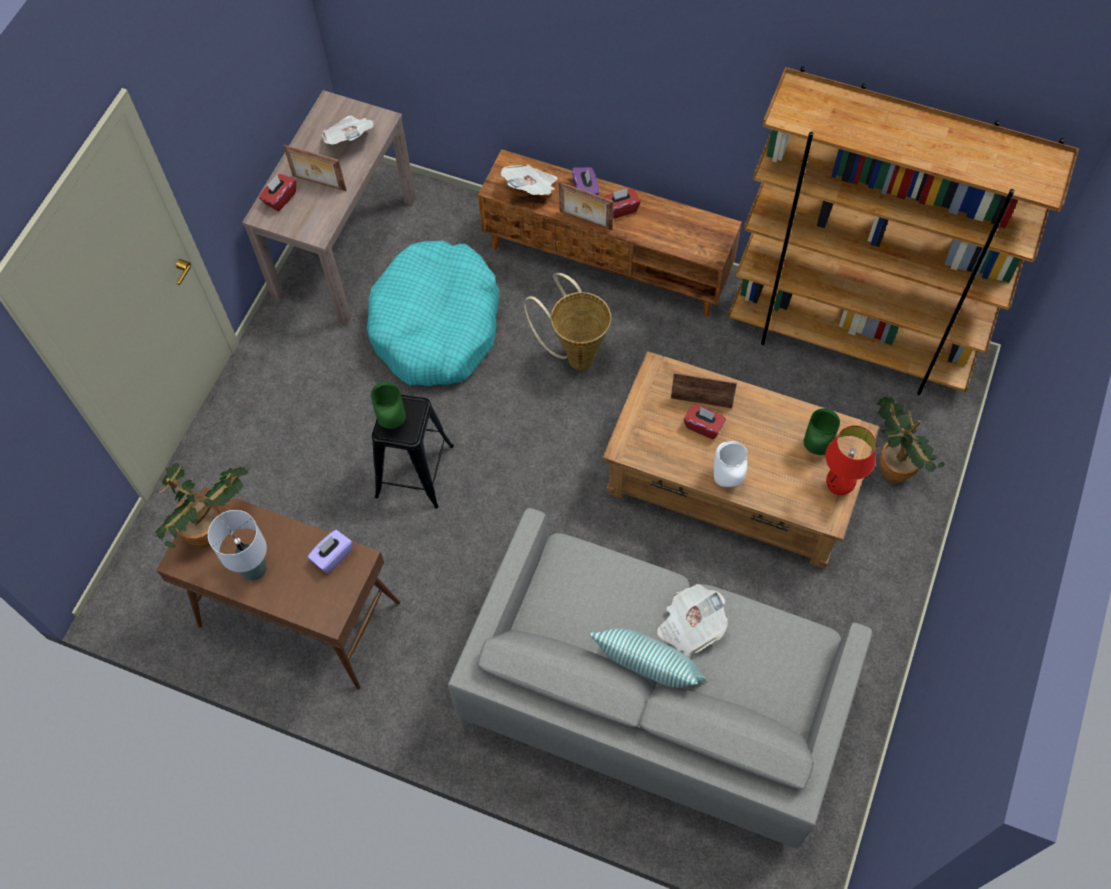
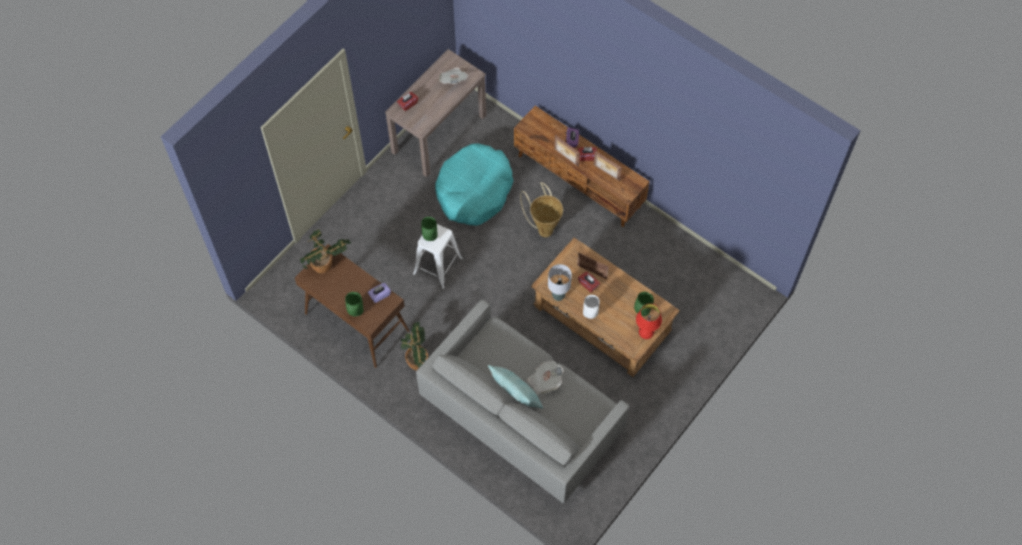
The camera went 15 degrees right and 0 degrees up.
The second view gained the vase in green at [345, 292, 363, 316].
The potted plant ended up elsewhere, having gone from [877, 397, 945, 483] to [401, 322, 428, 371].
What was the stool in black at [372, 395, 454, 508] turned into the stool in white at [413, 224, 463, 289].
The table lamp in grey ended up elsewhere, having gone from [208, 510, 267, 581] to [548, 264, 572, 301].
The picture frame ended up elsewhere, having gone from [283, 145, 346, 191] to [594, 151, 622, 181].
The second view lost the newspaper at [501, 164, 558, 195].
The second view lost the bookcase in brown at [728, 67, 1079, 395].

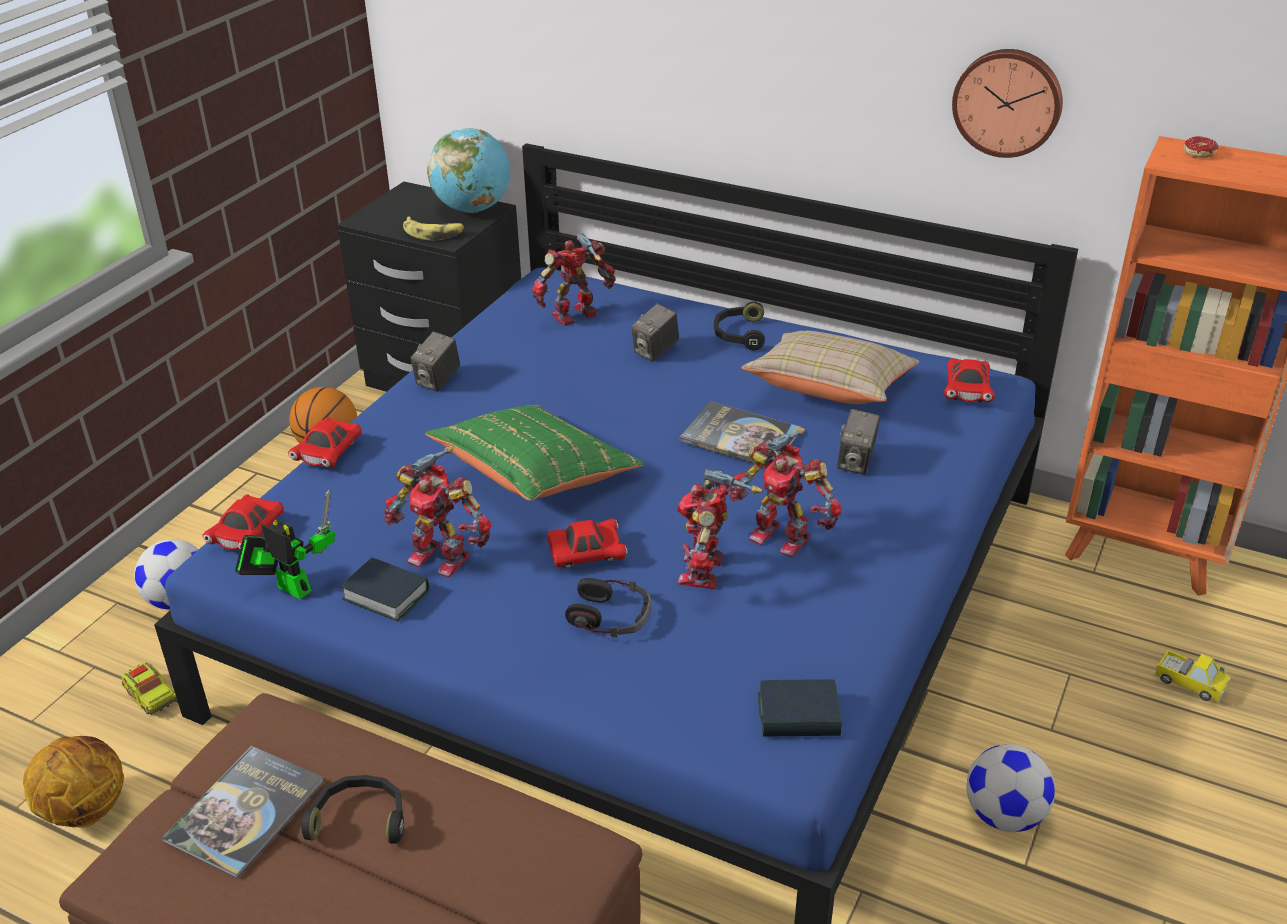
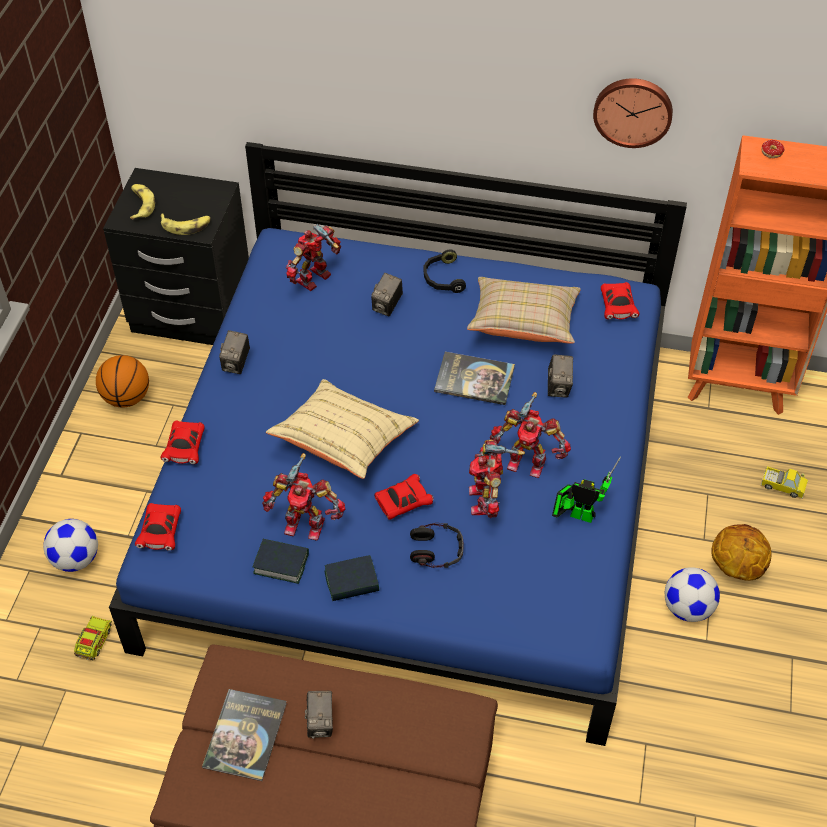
The camera went 15 degrees left and 15 degrees up.
The toy truck at [121, 662, 177, 715] ended up facing another way, 105 degrees counterclockwise from before.
The second view gained the banana at [130, 184, 155, 220].
What was the pillow in green at [425, 405, 644, 501] turned into the pillow in beige at [266, 379, 419, 479].
Where the headphones in black stood at [302, 775, 404, 844], the photo camera came to stand at [305, 691, 333, 739].
The book ended up elsewhere, having gone from [758, 679, 842, 737] to [324, 555, 379, 601].
The toy robot ended up elsewhere, having gone from [235, 490, 335, 599] to [552, 456, 621, 523].
The basketball ended up elsewhere, having gone from [23, 736, 124, 828] to [711, 524, 771, 581].
The second view lost the globe at [427, 128, 510, 213].

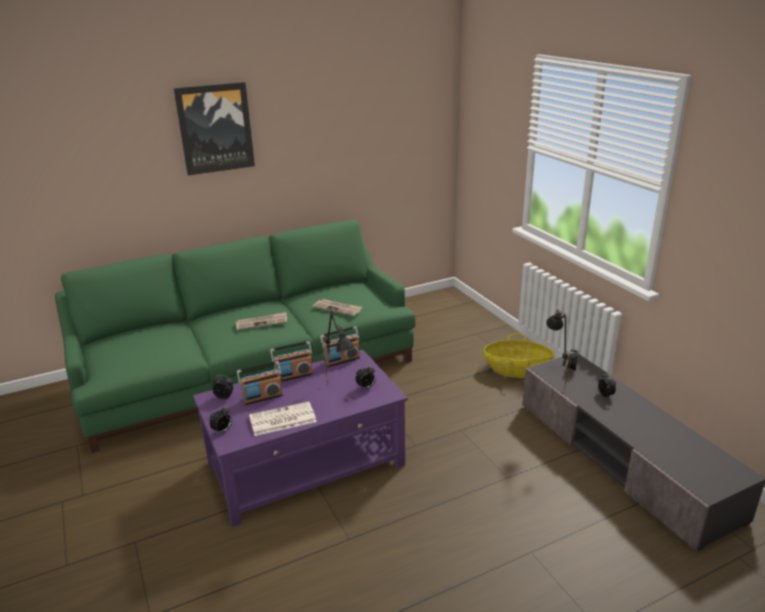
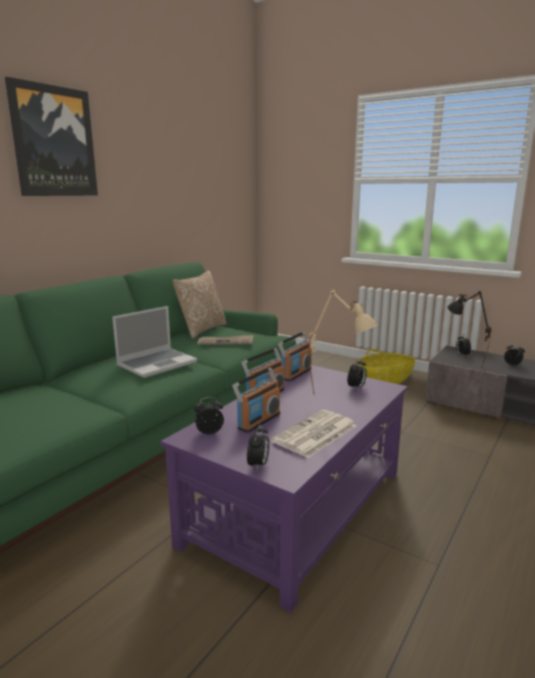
The camera went 30 degrees left and 10 degrees down.
Where the newspaper stood at [236, 312, 287, 330], the laptop came to stand at [112, 306, 197, 378].
The second view gained the pillow at [173, 270, 227, 339].
What was the table lamp in black at [322, 311, 355, 385] turned into the table lamp in beige at [309, 290, 378, 395].

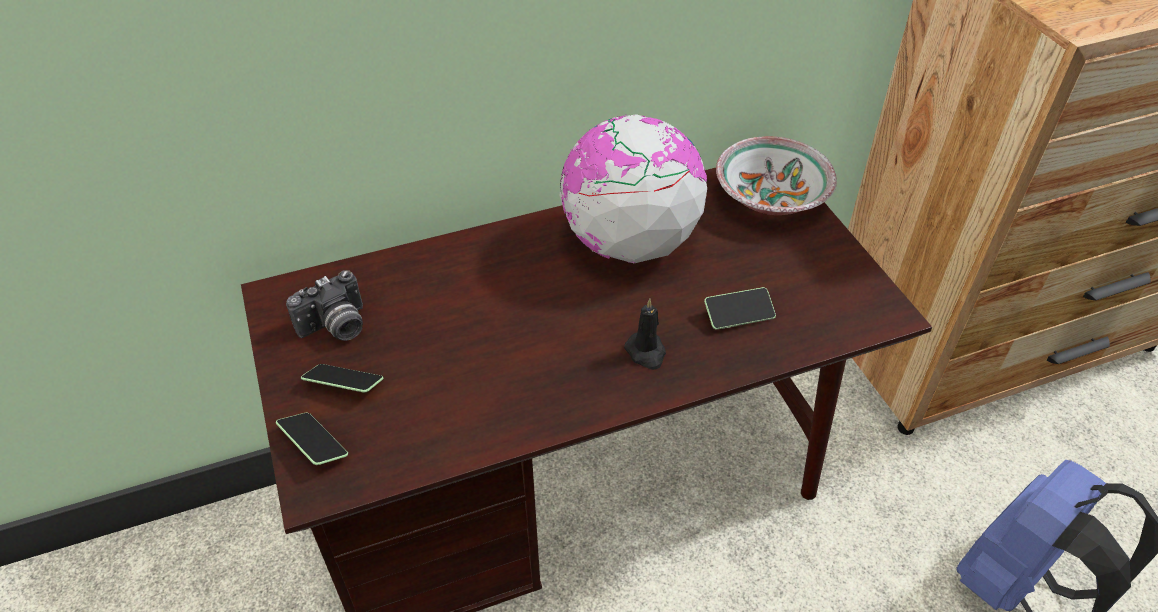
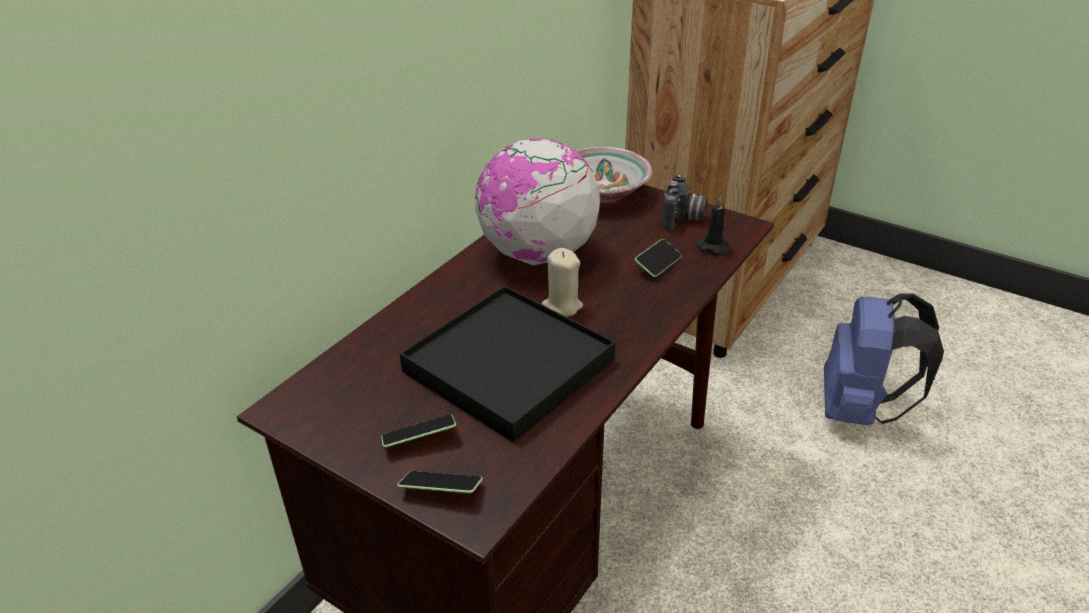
The camera went 35 degrees left and 10 degrees down.
The second view gained the tray in black at [399, 285, 616, 442].
The second view gained the candle in beige at [541, 248, 583, 317].
The photo camera ended up elsewhere, having gone from [286, 270, 363, 341] to [662, 174, 707, 231].
The candle in black ended up elsewhere, having gone from [624, 298, 666, 370] to [697, 196, 732, 255].

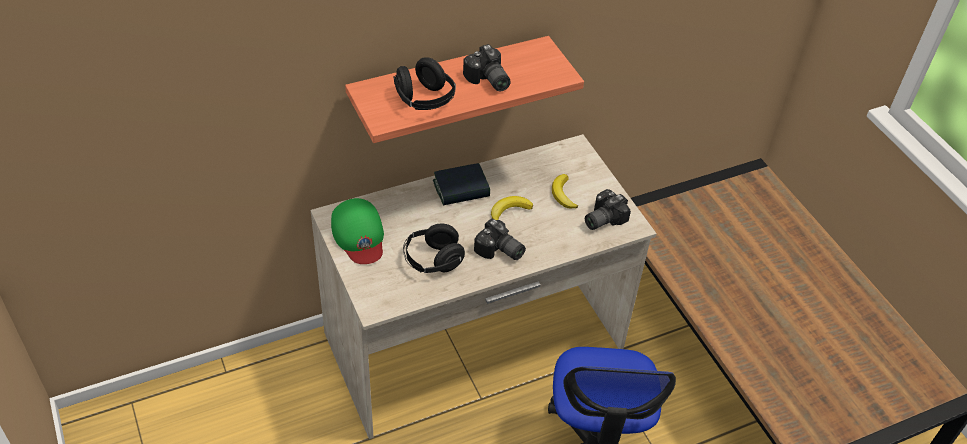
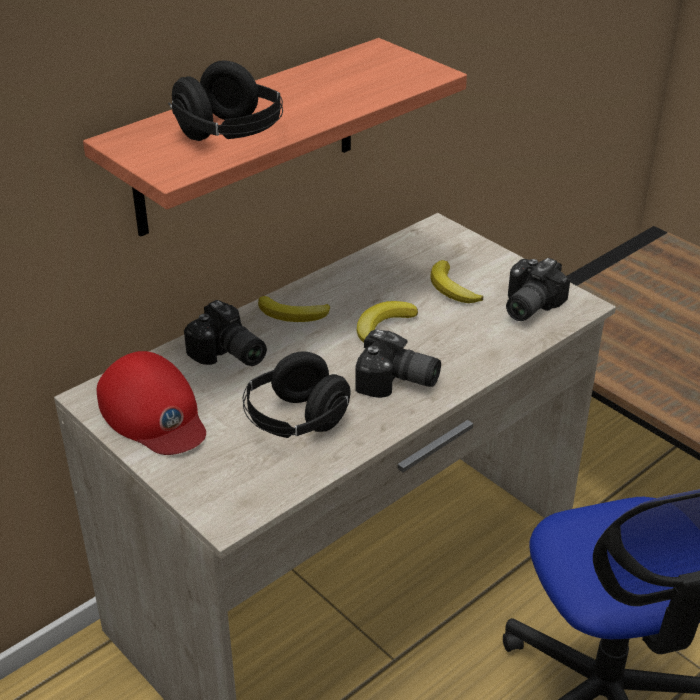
The camera went 15 degrees left and 10 degrees down.
What was the cap in green at [331, 198, 384, 264] turned into the cap in red at [97, 351, 206, 455].
The photo camera ended up elsewhere, having gone from [463, 44, 511, 91] to [184, 300, 267, 366].
Where the book stood at [433, 163, 490, 205], the banana came to stand at [258, 296, 330, 322].

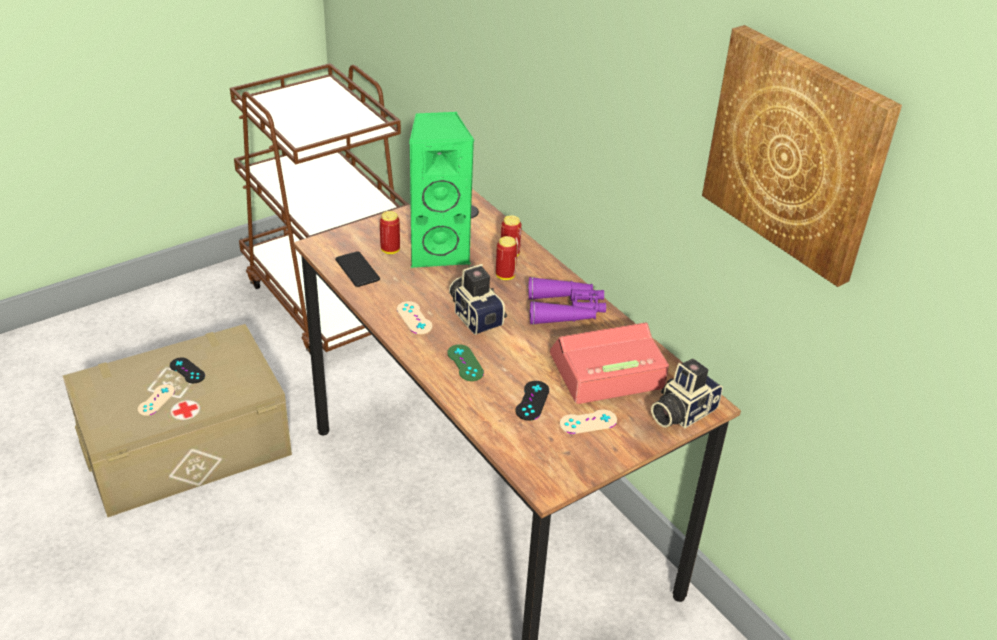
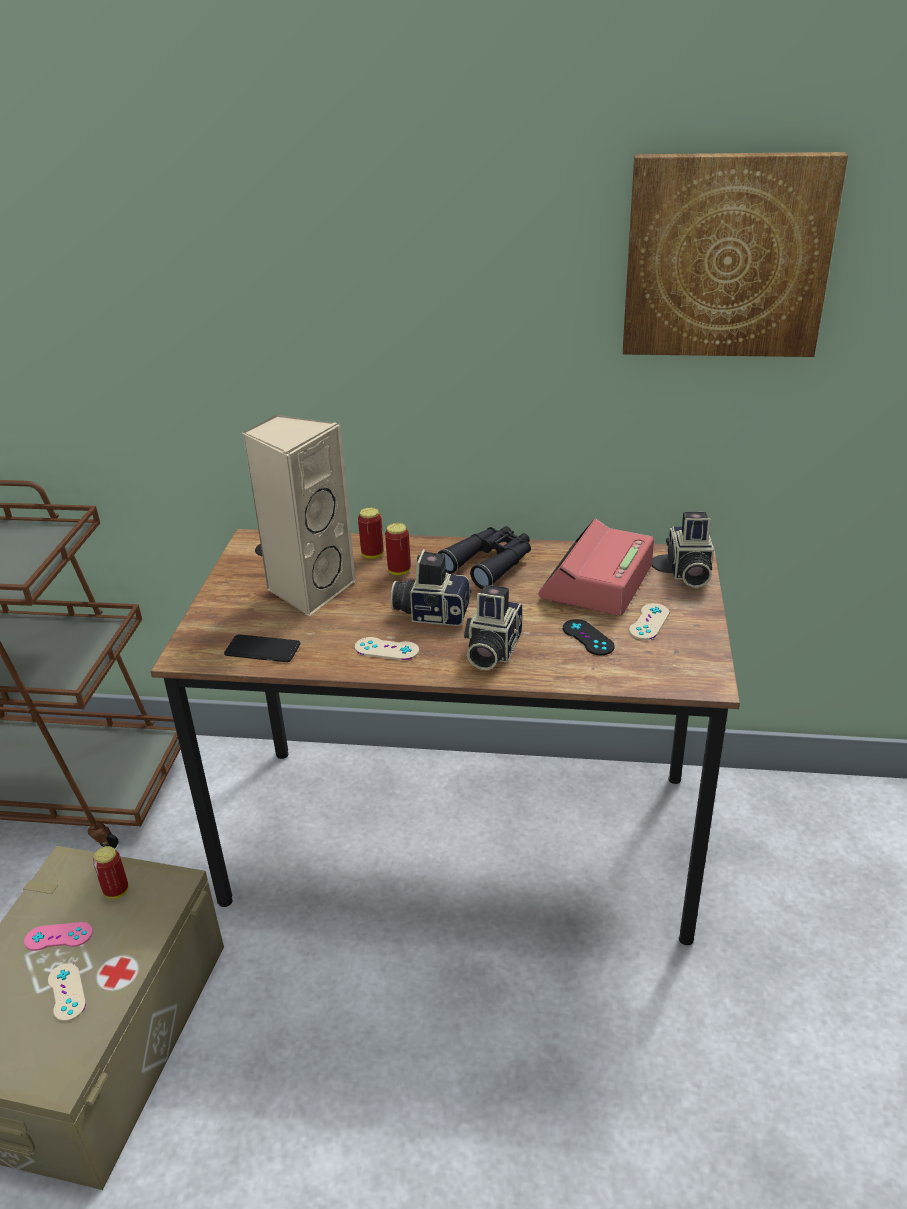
The camera went 45 degrees left and 5 degrees down.
What was the game controller in black at [170, 357, 205, 383] turned into the game controller in pink at [24, 922, 93, 951].
The can ended up elsewhere, having gone from [380, 211, 400, 254] to [93, 846, 129, 899].
What was the speaker in green at [409, 112, 475, 268] turned into the speaker in beige at [242, 414, 356, 616].
What was the binoculars in purple at [528, 277, 606, 325] turned into the binoculars in black at [438, 526, 531, 589].
Where the game controller in green stood at [447, 344, 484, 381], the photo camera came to stand at [464, 585, 523, 670].

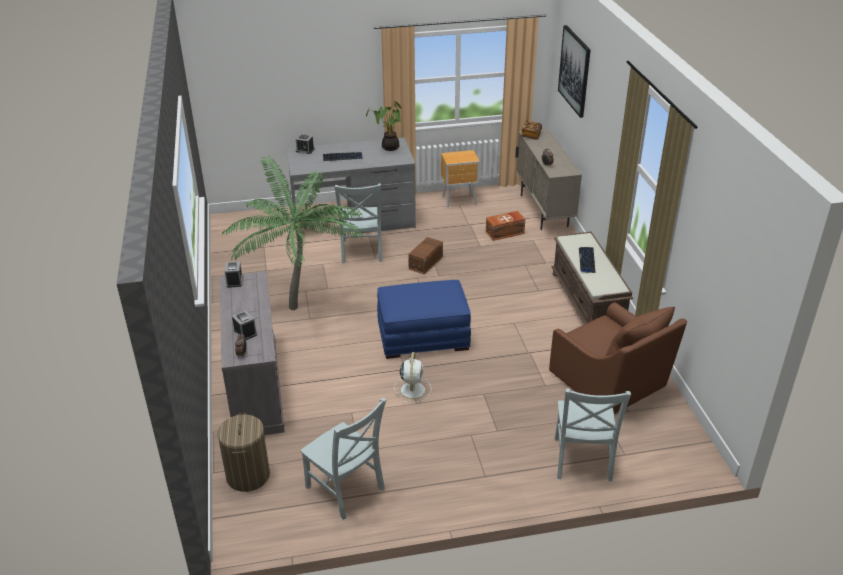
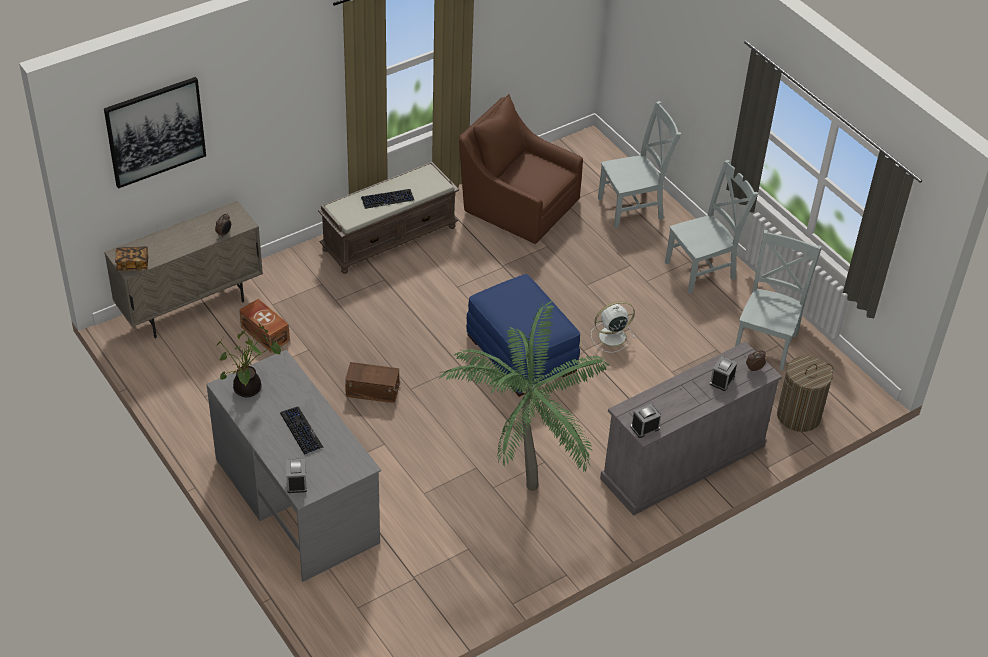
The camera went 115 degrees left and 10 degrees up.
The armchair in brown at [549, 302, 687, 414] ended up facing another way, 90 degrees counterclockwise from before.
The chair in grey ended up elsewhere, having gone from [335, 184, 382, 263] to [665, 160, 758, 294].
The second view lost the nightstand in brown at [441, 150, 480, 208].

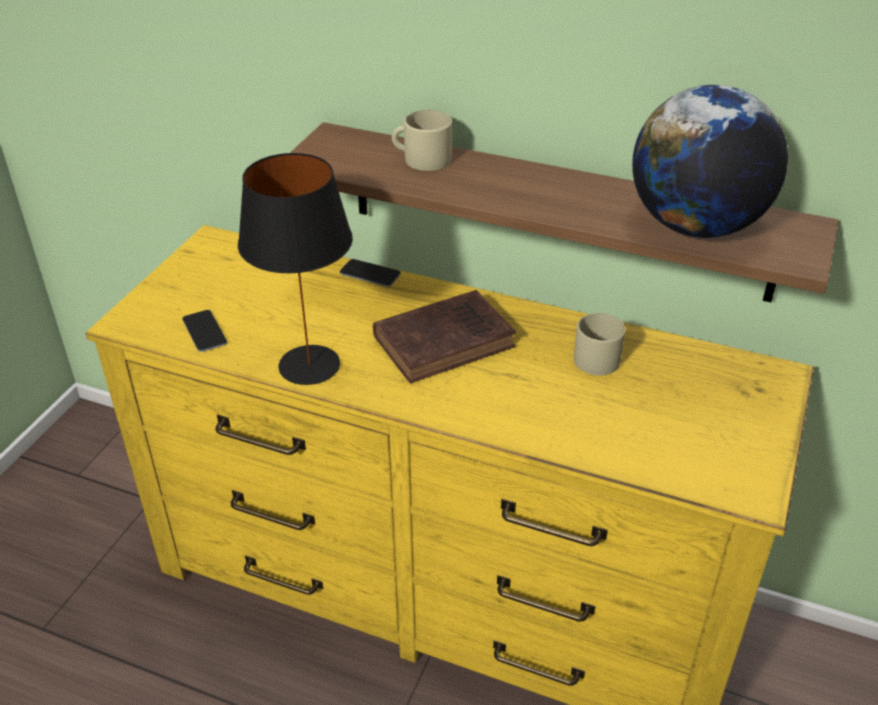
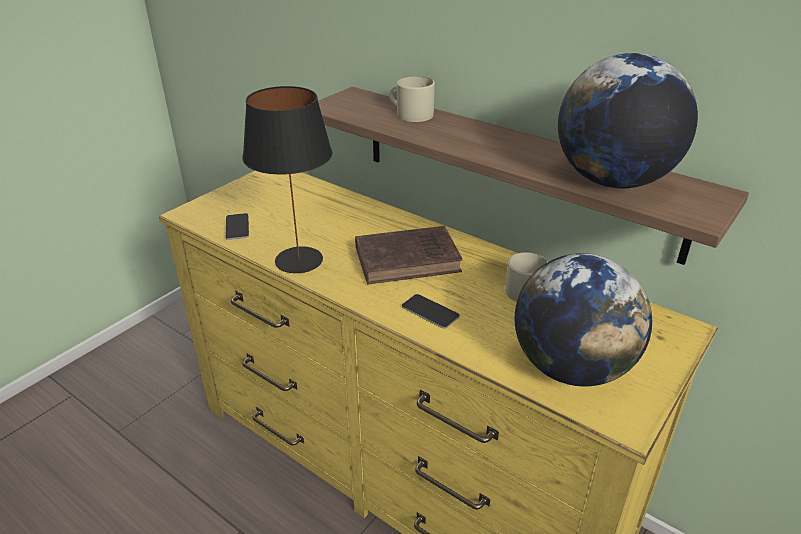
The camera went 15 degrees right and 5 degrees down.
The phone ended up elsewhere, having gone from [340, 259, 401, 287] to [402, 294, 460, 329].
The second view gained the globe at [515, 253, 652, 387].

